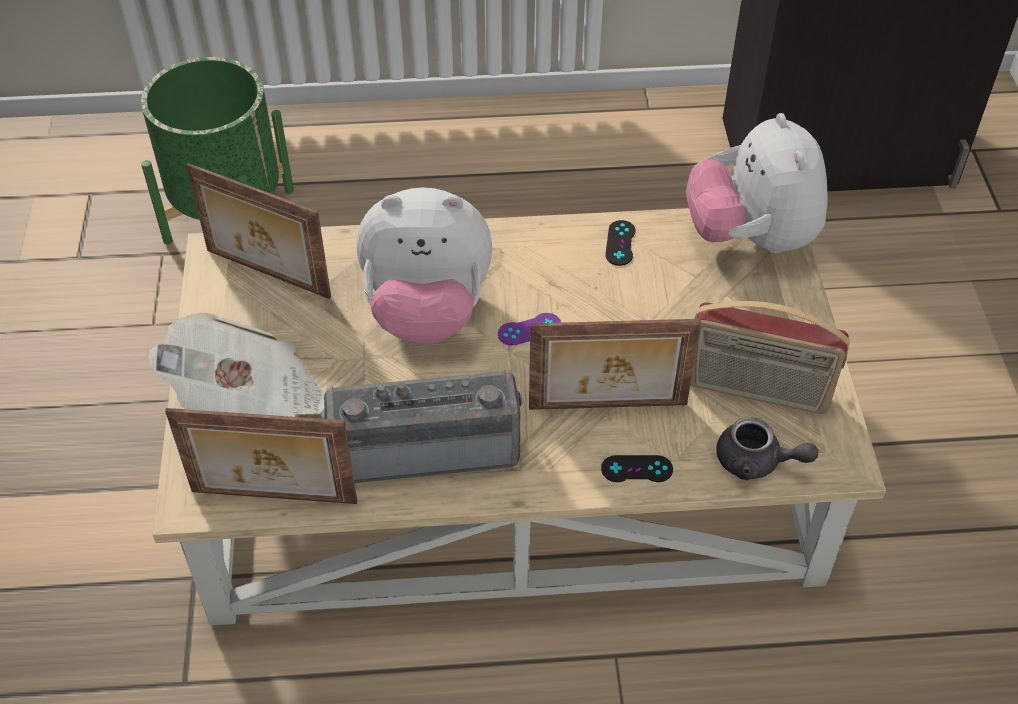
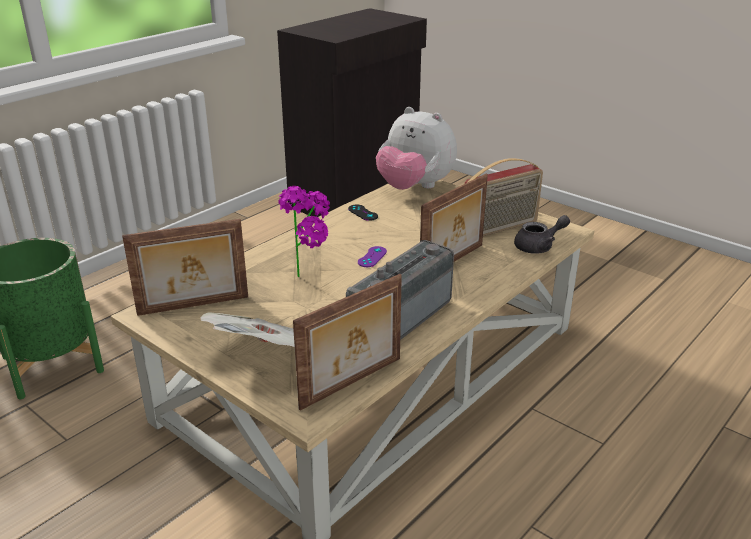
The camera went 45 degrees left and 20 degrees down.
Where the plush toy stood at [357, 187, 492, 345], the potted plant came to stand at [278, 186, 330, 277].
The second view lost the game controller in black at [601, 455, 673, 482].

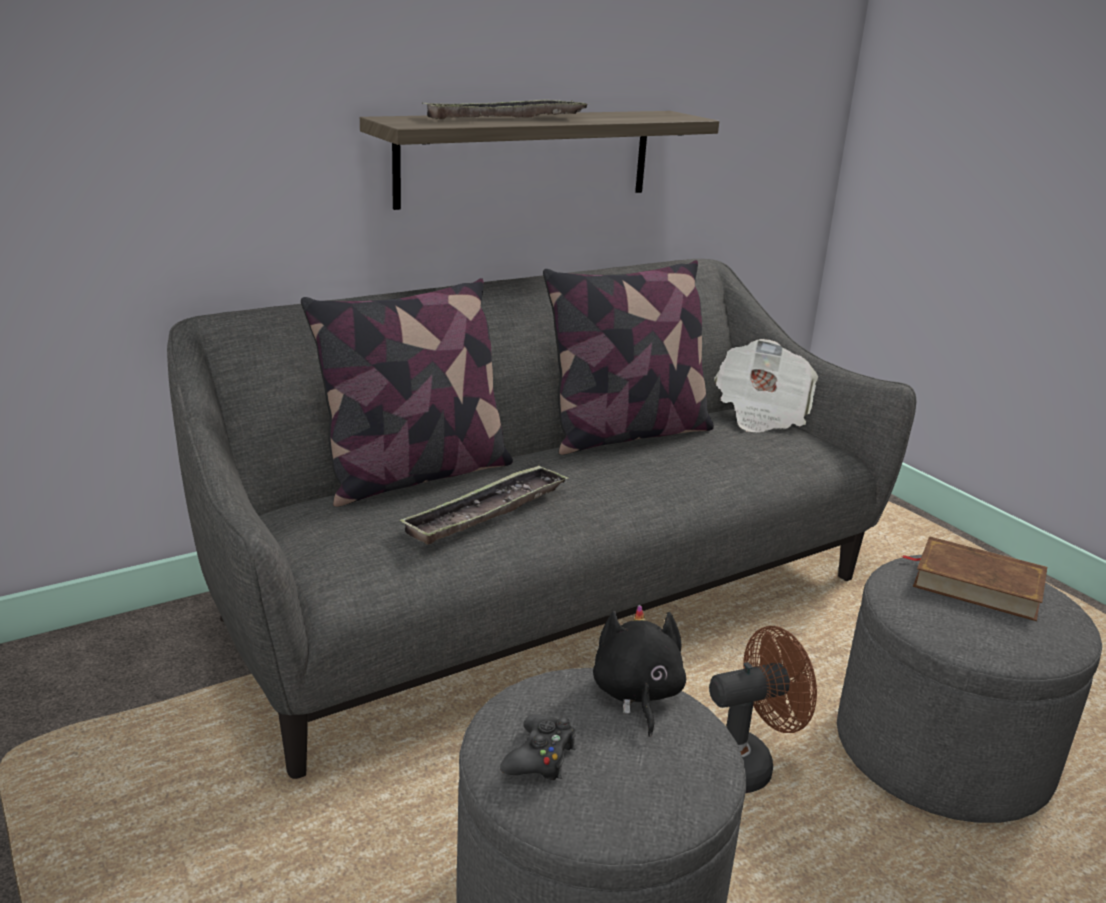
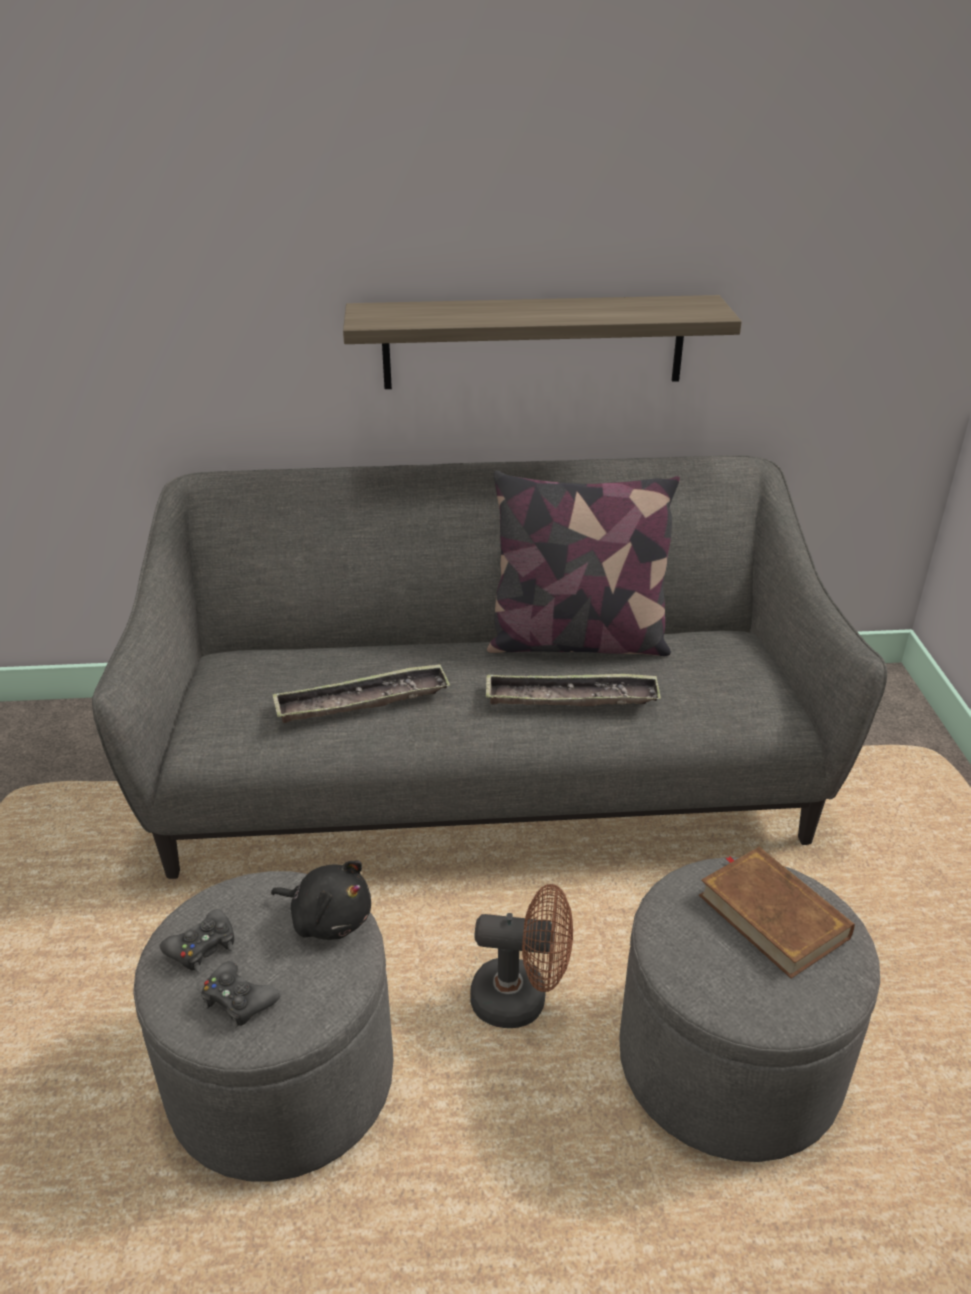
The camera went 30 degrees right and 10 degrees up.
The second view gained the game controller in black at [201, 961, 281, 1028].
The plush toy in black at [593, 605, 686, 737] ended up facing another way, 90 degrees clockwise from before.
The tray ended up elsewhere, having gone from [422, 100, 591, 119] to [486, 674, 661, 706].
The second view lost the pillow at [301, 278, 513, 507].
The second view lost the newspaper at [714, 339, 818, 432].

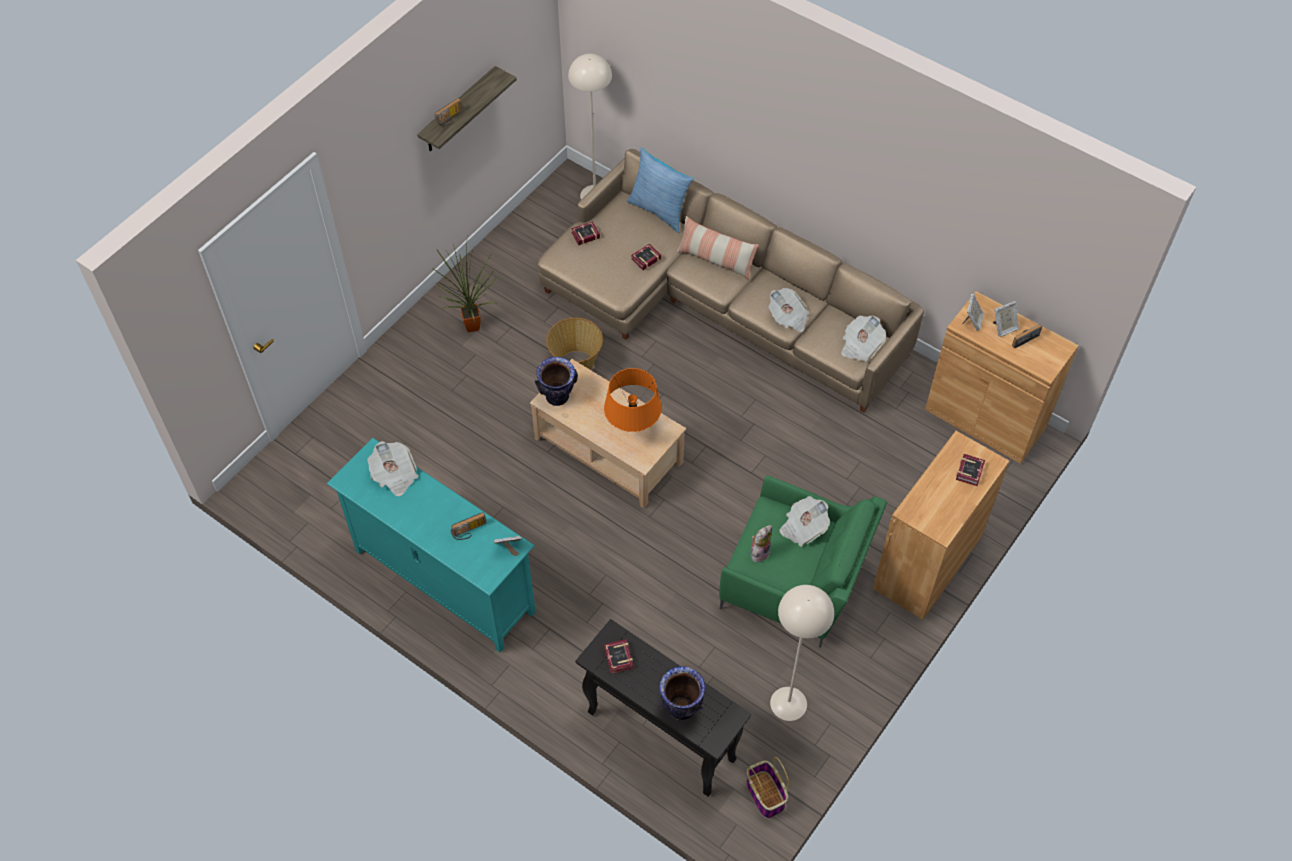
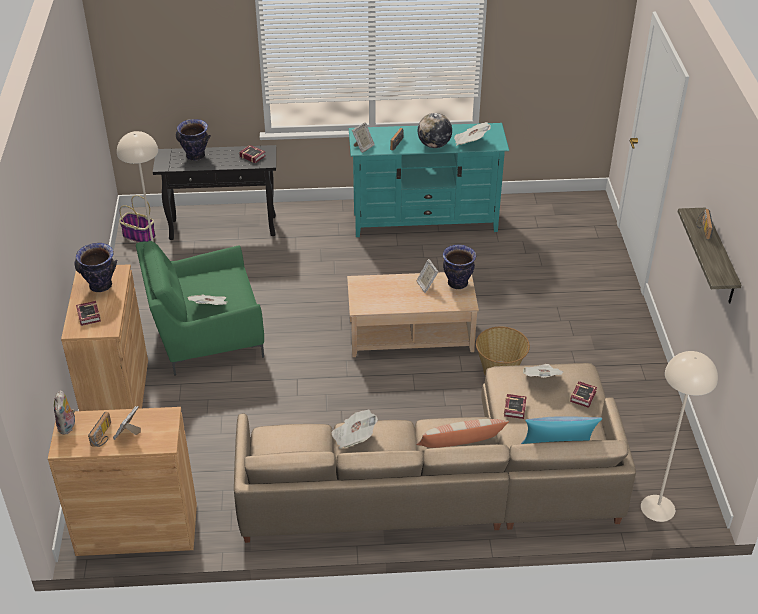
The camera went 140 degrees right and 15 degrees down.
The plush toy ended up elsewhere, having gone from [750, 525, 772, 563] to [54, 391, 75, 435].
The second view gained the vase at [75, 243, 118, 292].
The picture frame ended up elsewhere, having gone from [962, 293, 984, 331] to [417, 259, 438, 293].
The second view gained the globe at [418, 113, 452, 148].
The newspaper ended up elsewhere, having gone from [841, 315, 886, 362] to [523, 364, 564, 378].
The second view lost the potted plant at [434, 244, 497, 333].
The second view lost the table lamp in orange at [604, 368, 662, 432].

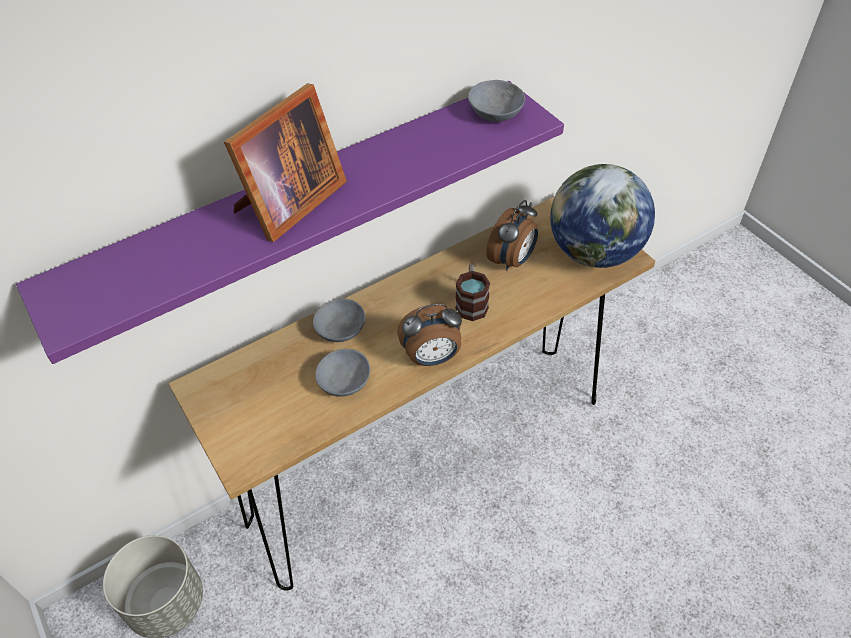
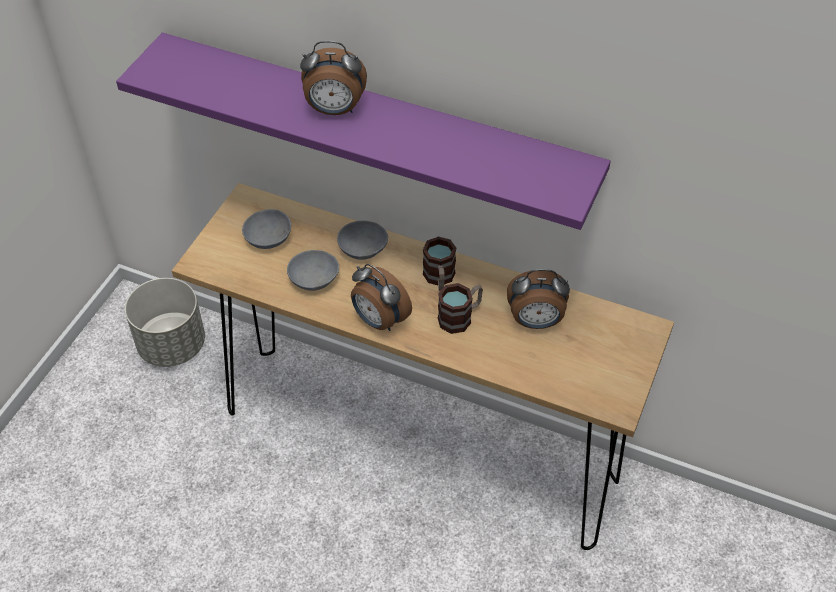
The camera went 55 degrees right and 0 degrees up.
The bowl in grey ended up elsewhere, having gone from [468, 80, 525, 122] to [242, 209, 291, 249].
Where the picture frame stood at [224, 83, 347, 242], the alarm clock came to stand at [300, 41, 367, 115].
The second view gained the mug at [423, 237, 456, 291].
The second view lost the globe at [550, 164, 655, 268].

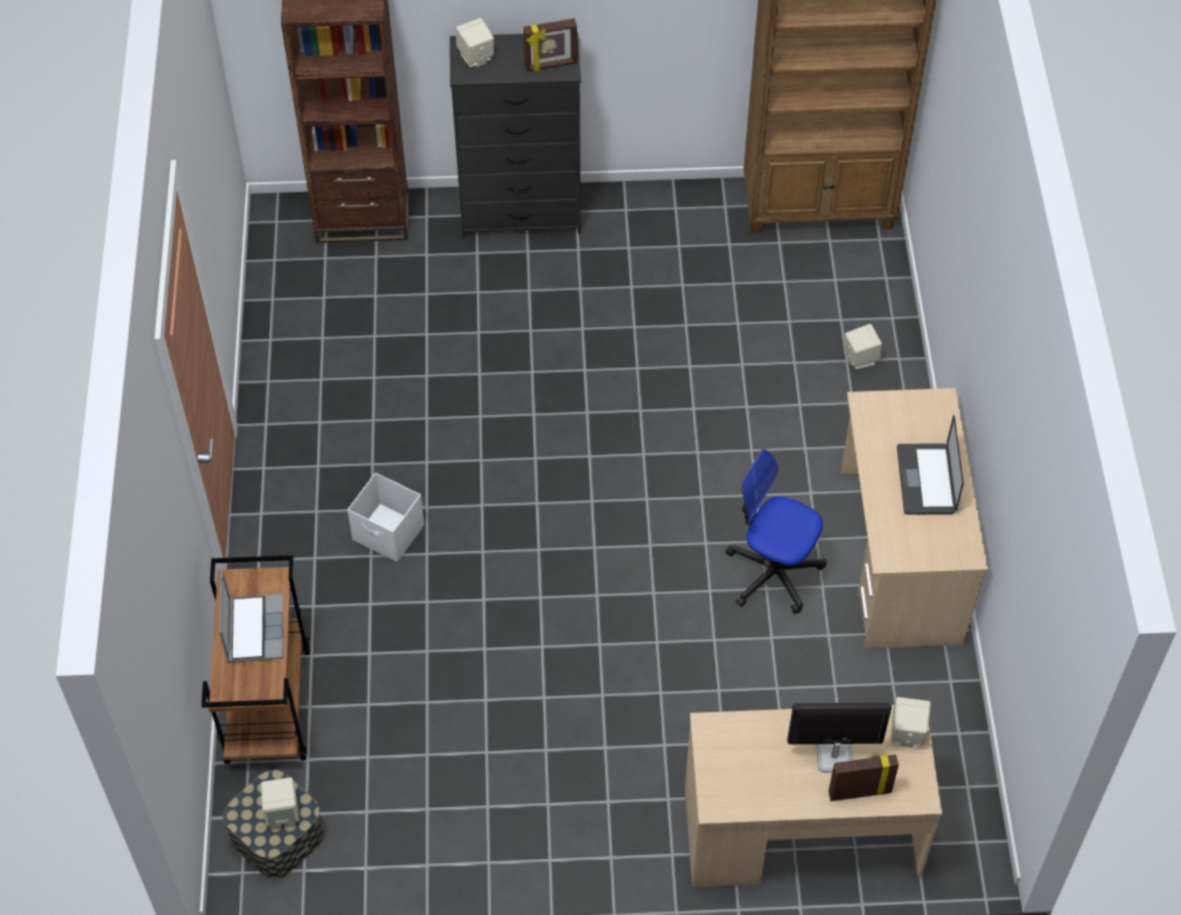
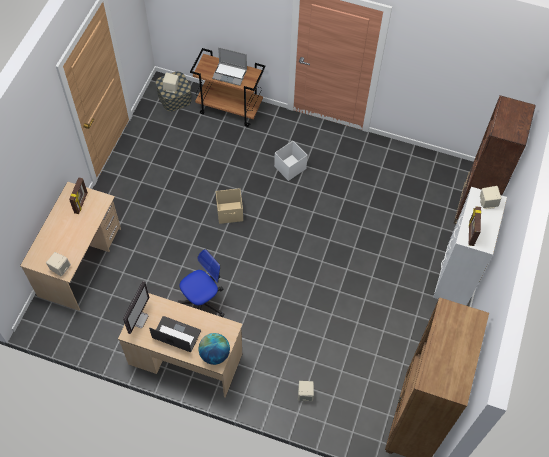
The camera went 110 degrees right and 5 degrees up.
The picture frame ended up elsewhere, having gone from [828, 755, 899, 801] to [69, 177, 88, 214].
The monitor ended up elsewhere, having gone from [787, 703, 892, 772] to [123, 281, 149, 334].
The second view gained the globe at [199, 333, 230, 365].
The second view gained the storage box in beige at [216, 188, 243, 224].
What was the dresser in black at [450, 32, 581, 238] turned into the dresser in white at [433, 187, 507, 306].

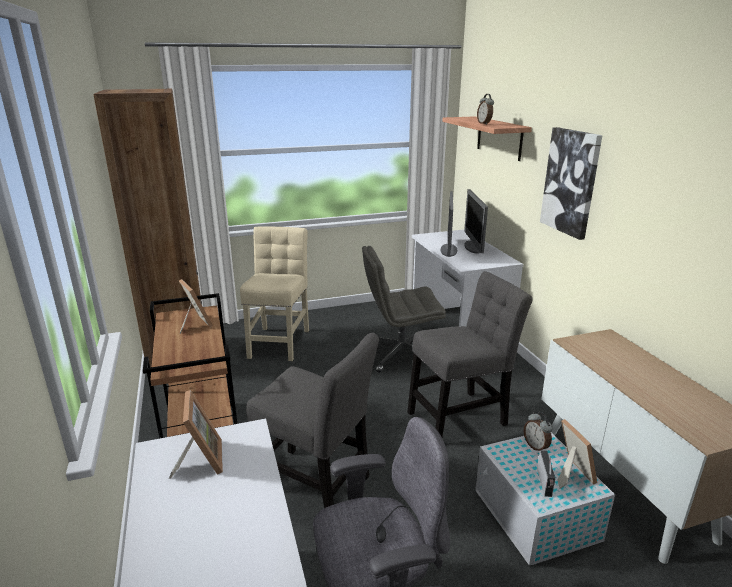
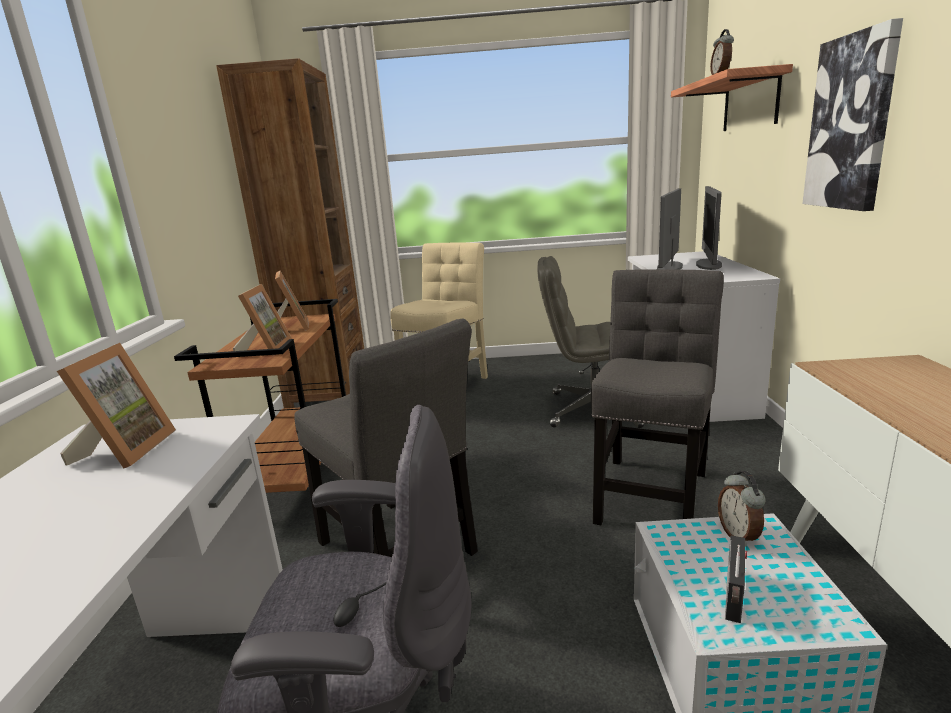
The camera went 20 degrees right and 5 degrees down.
The picture frame ended up elsewhere, having gone from [558, 419, 597, 488] to [233, 284, 292, 356].
The chair in grey at [408, 271, 533, 437] ended up facing another way, 60 degrees counterclockwise from before.

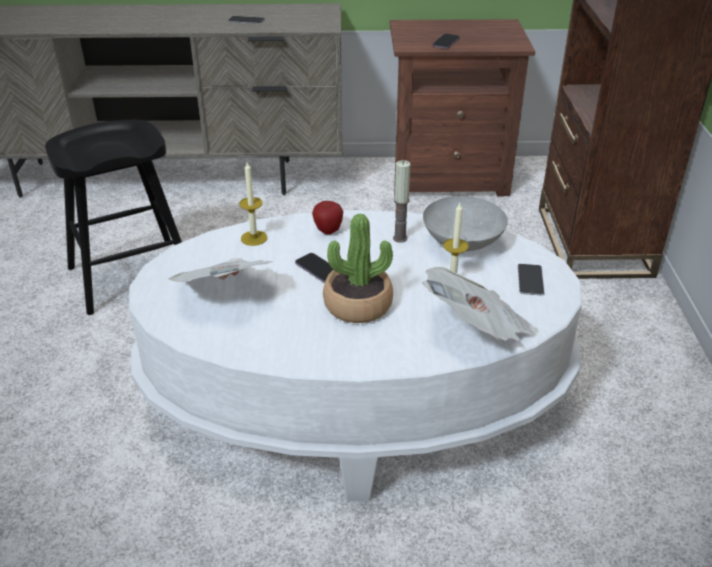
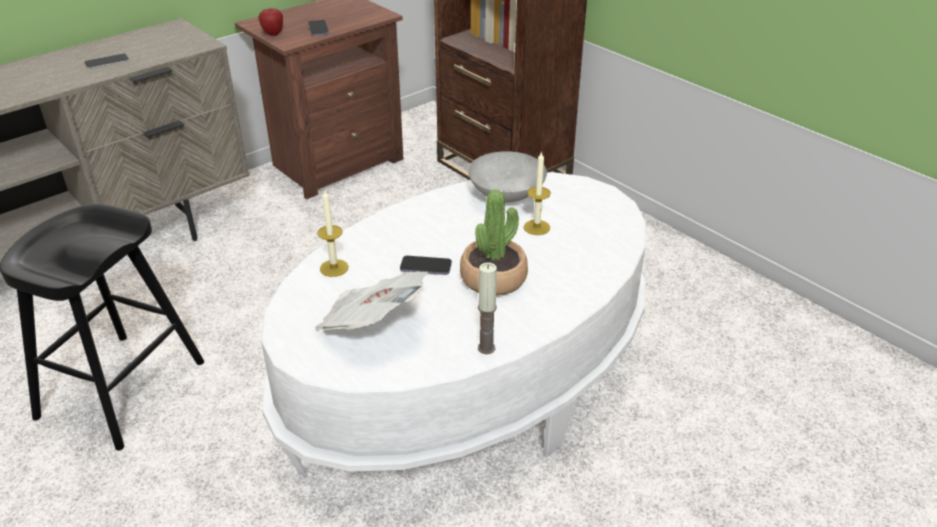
The camera went 40 degrees left and 0 degrees up.
The apple ended up elsewhere, having gone from [312, 201, 344, 235] to [258, 8, 283, 36].
The candle ended up elsewhere, having gone from [393, 160, 410, 243] to [478, 263, 497, 354].
The second view lost the newspaper at [422, 267, 539, 341].
The second view lost the phone at [518, 264, 544, 295].

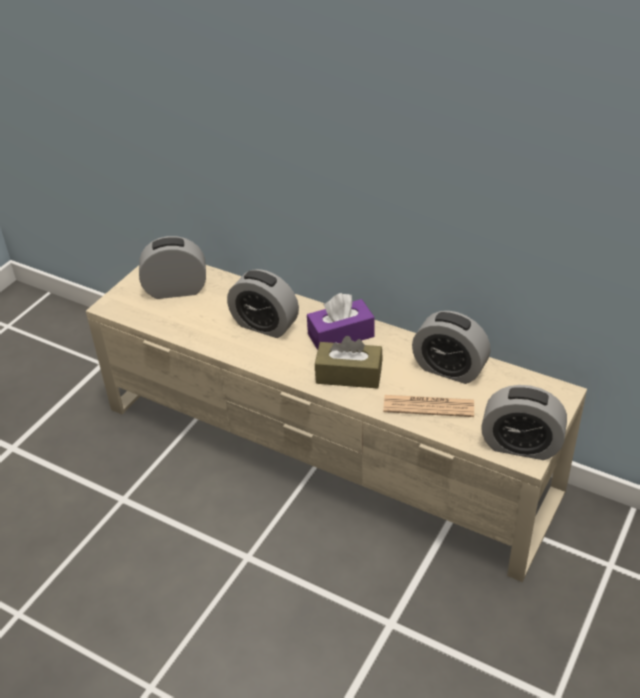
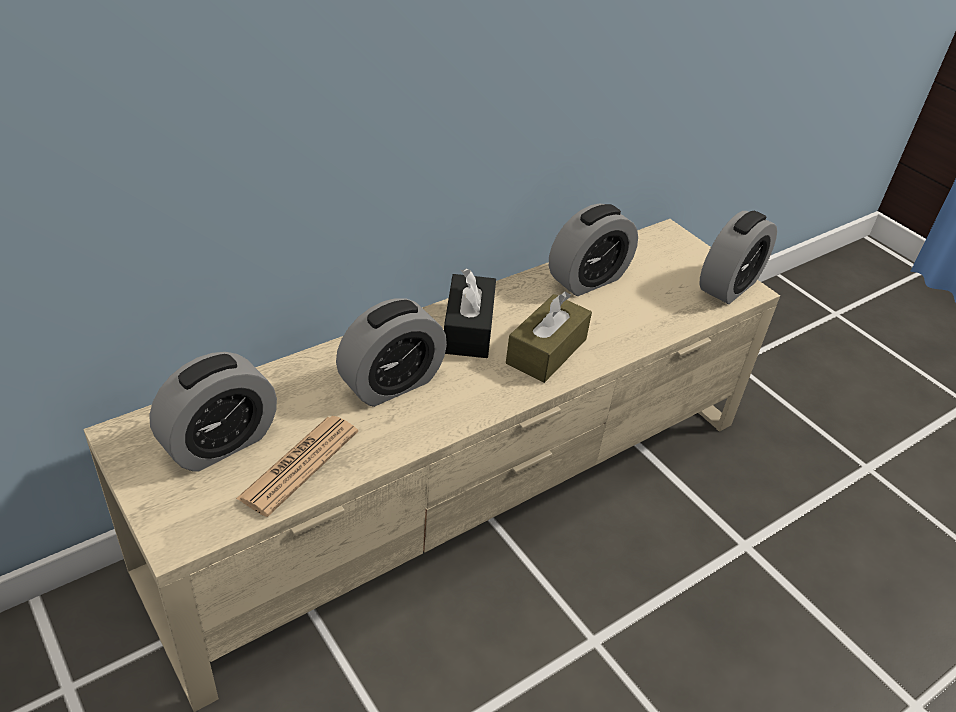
The camera went 70 degrees left and 0 degrees up.
The alarm clock at [139, 236, 206, 299] ended up facing another way, 150 degrees counterclockwise from before.
The newspaper ended up elsewhere, having gone from [383, 395, 474, 417] to [236, 416, 358, 517].
What was the tissue box in purple at [307, 293, 375, 350] turned into the tissue box in black at [444, 268, 496, 358].

